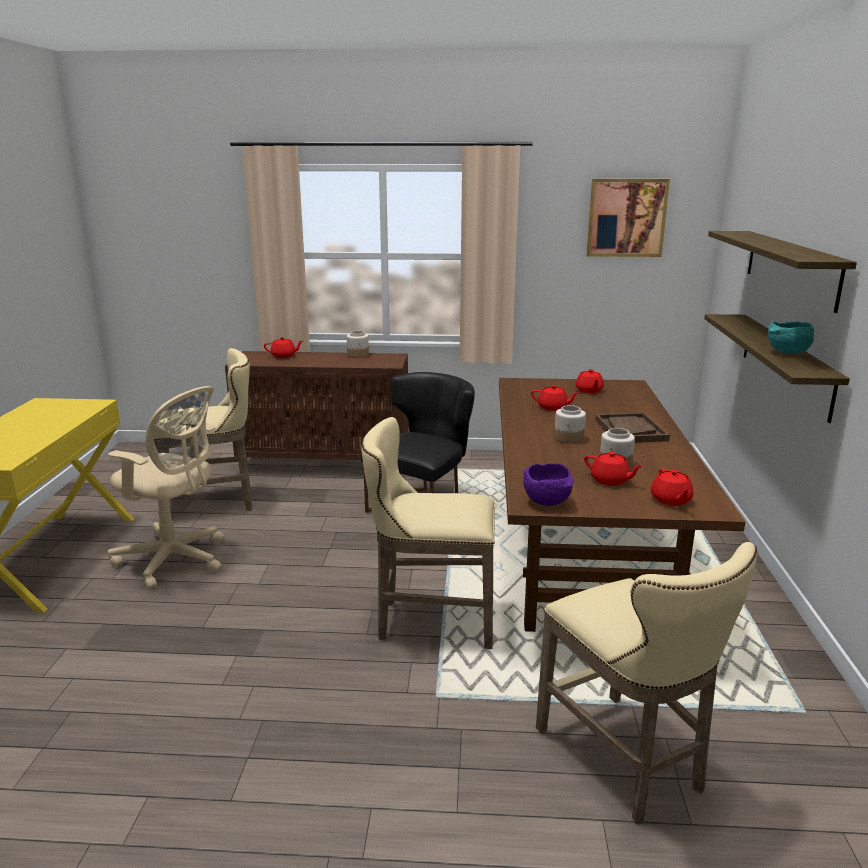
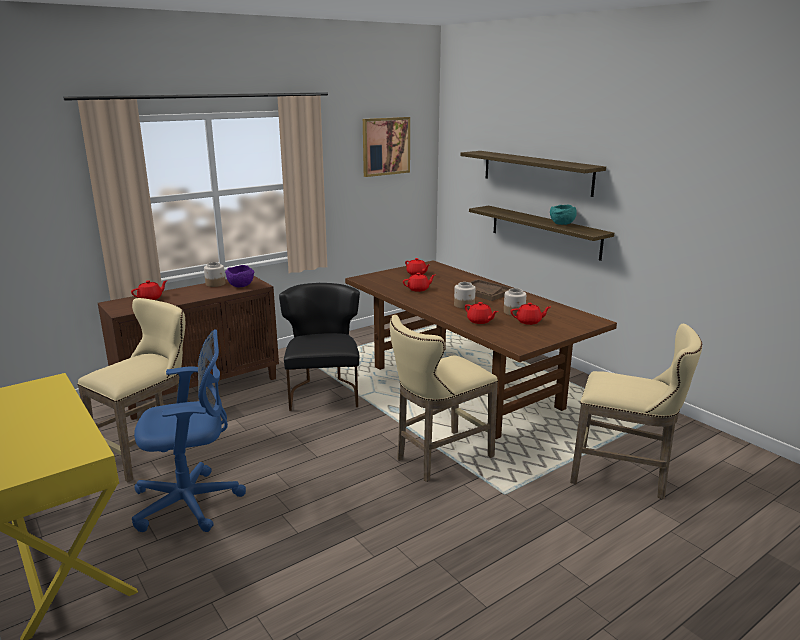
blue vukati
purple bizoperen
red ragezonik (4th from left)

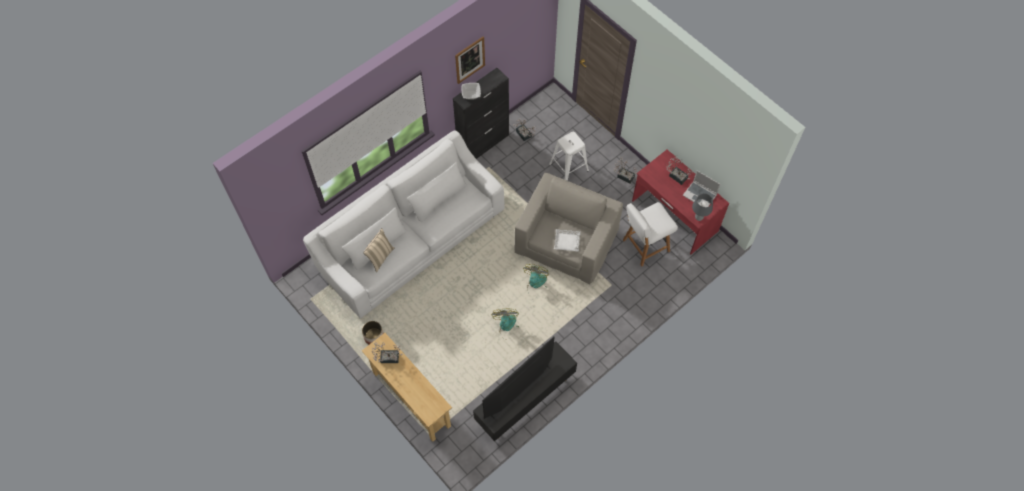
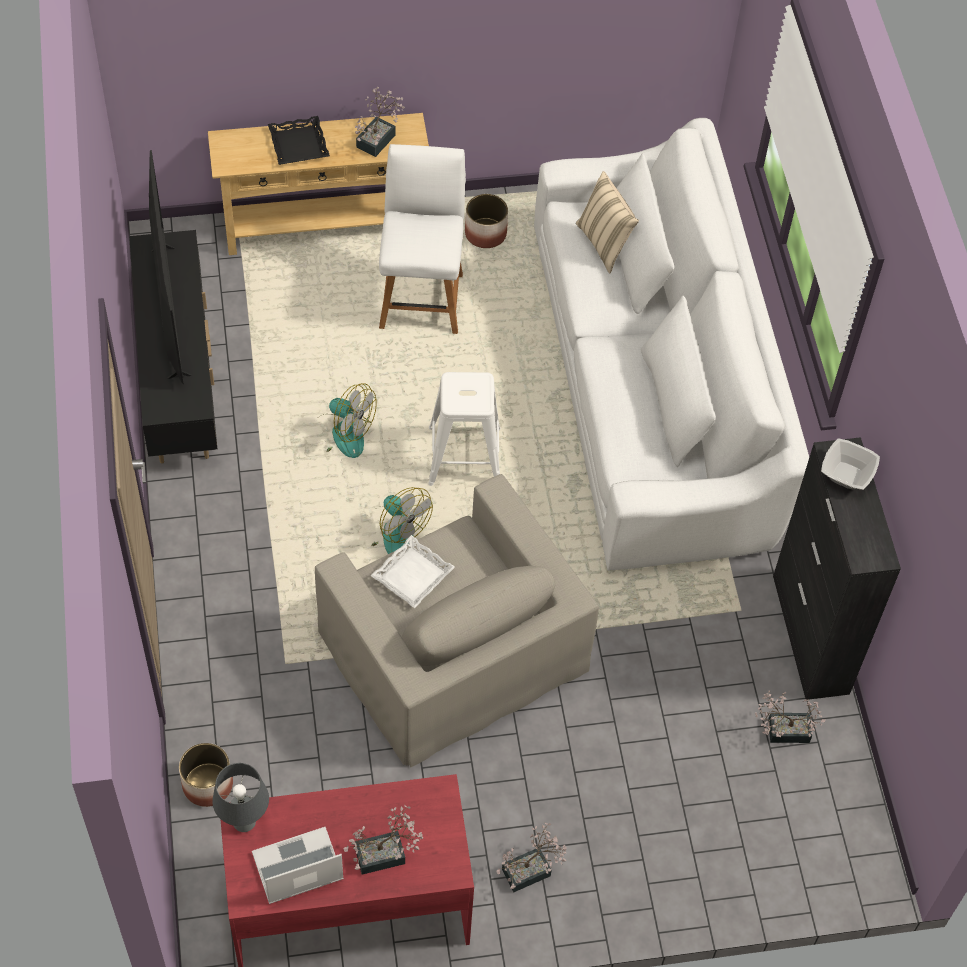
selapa
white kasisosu
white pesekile
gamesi (1st from left)
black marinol

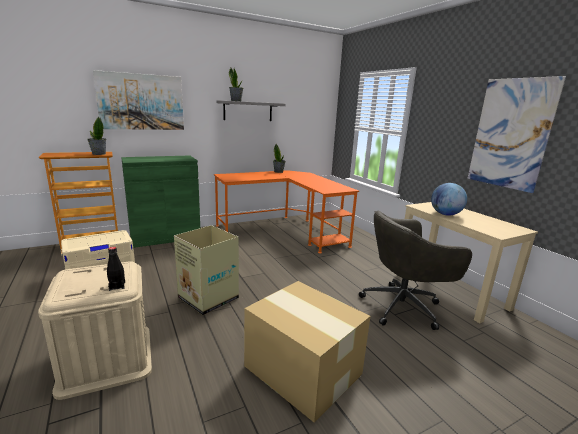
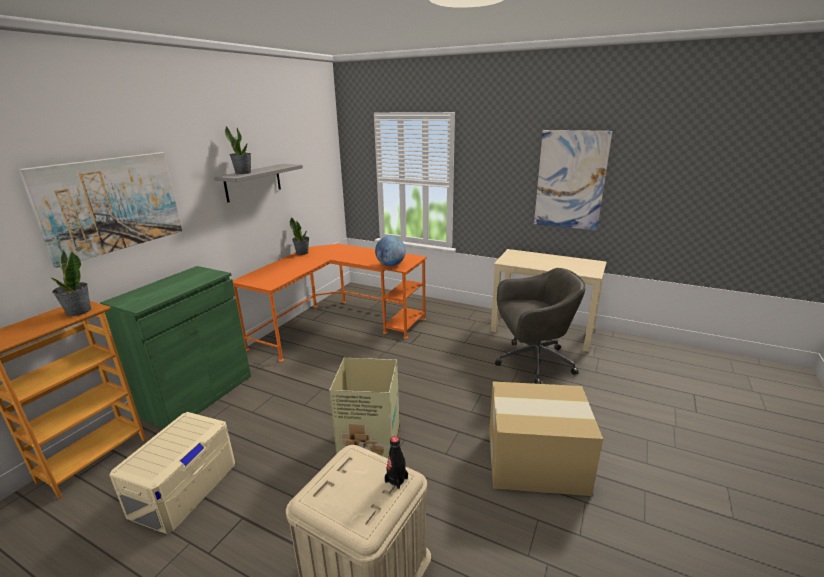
grey vukati
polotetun

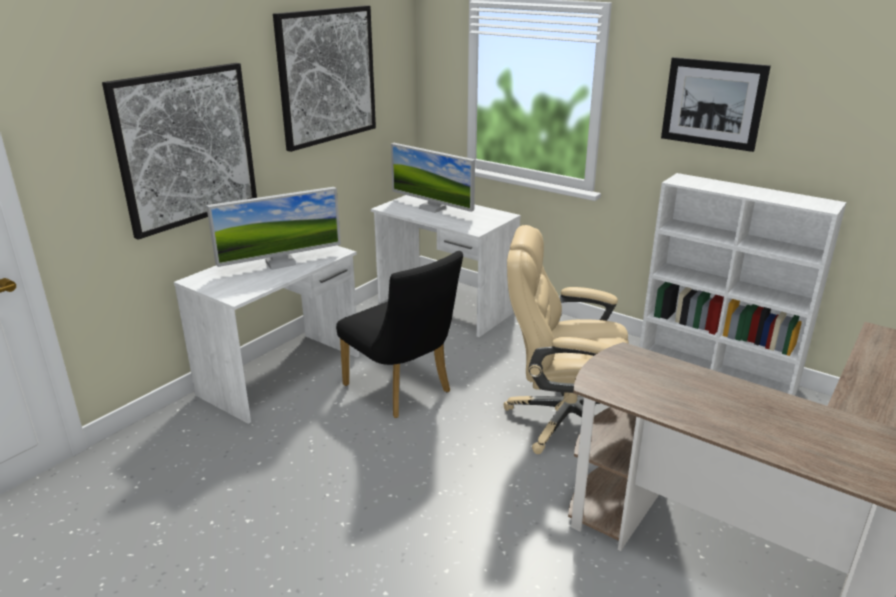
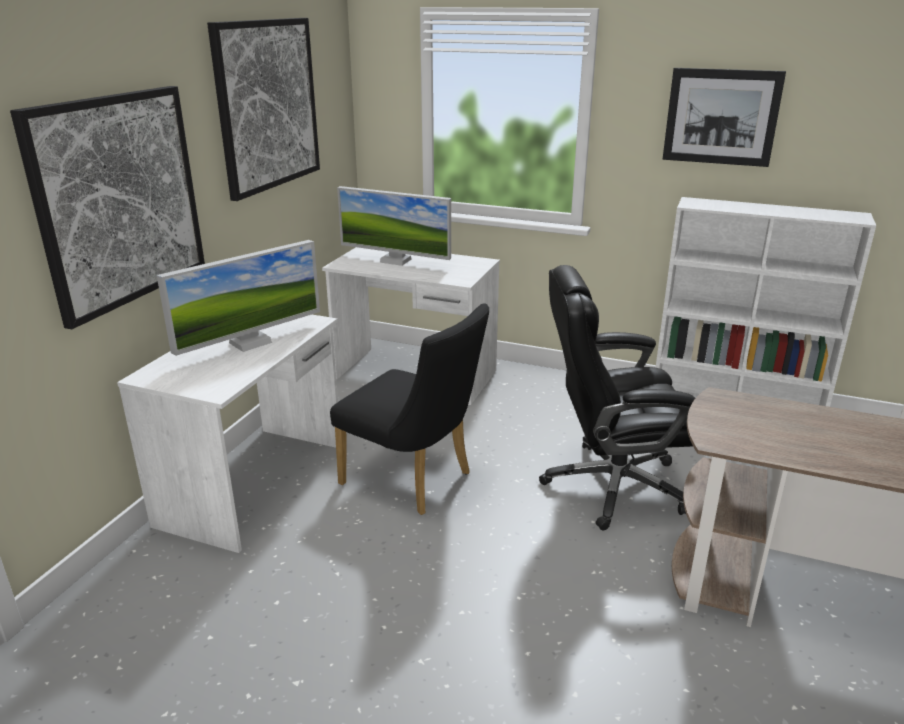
black vukati

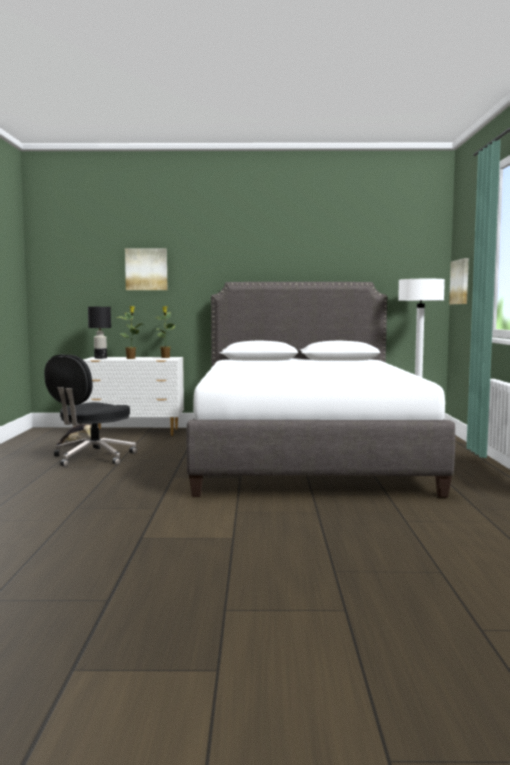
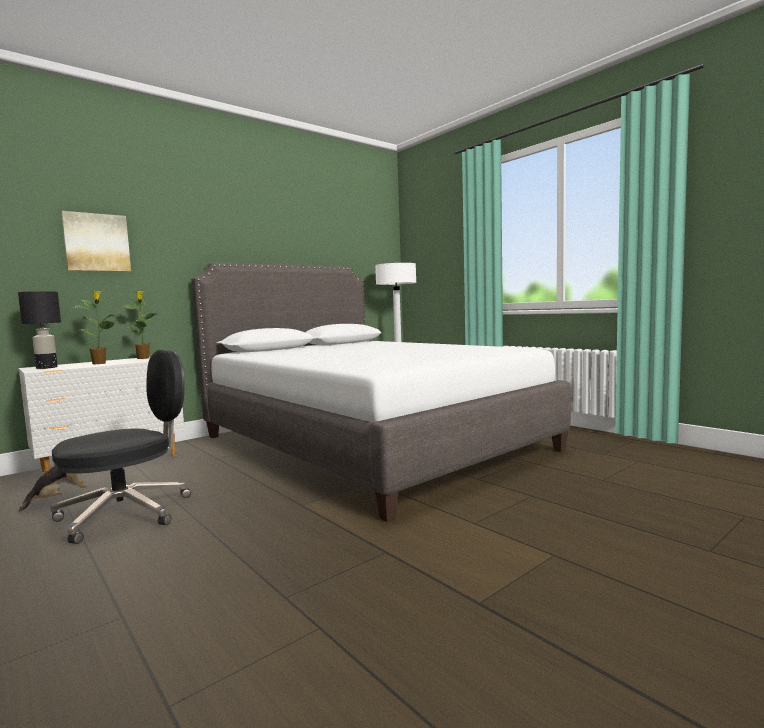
black vukati
selapa (2nd from left in the first image)

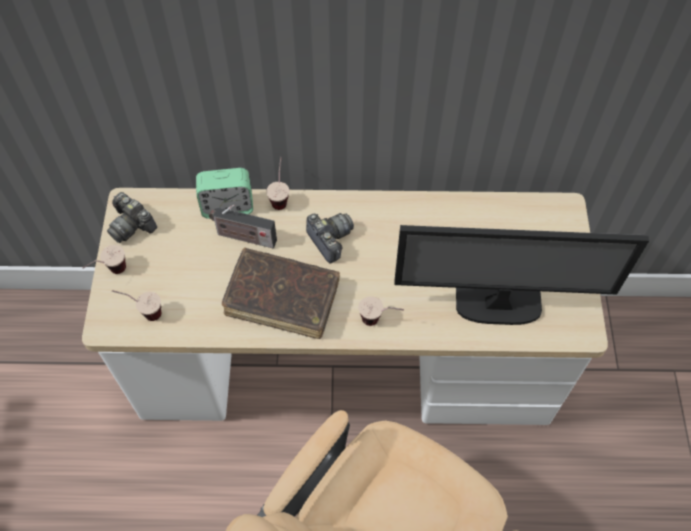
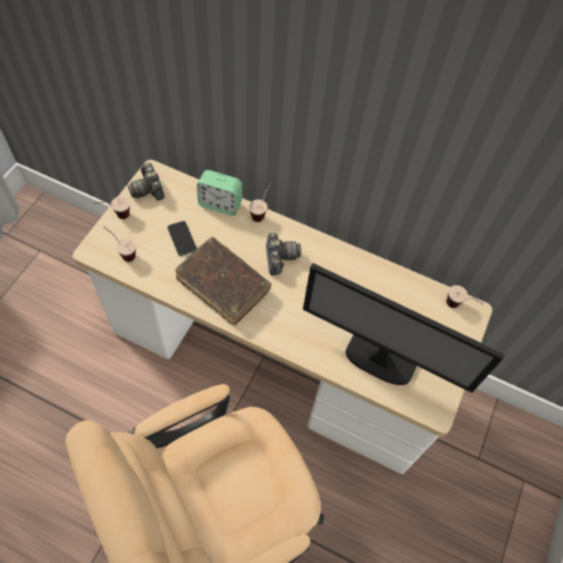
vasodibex
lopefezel (4th from left)
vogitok

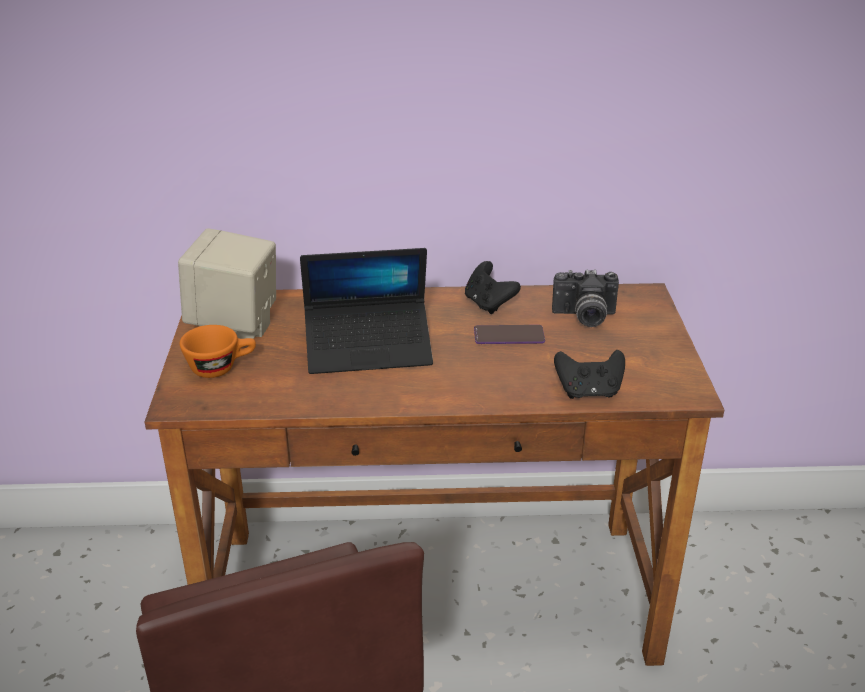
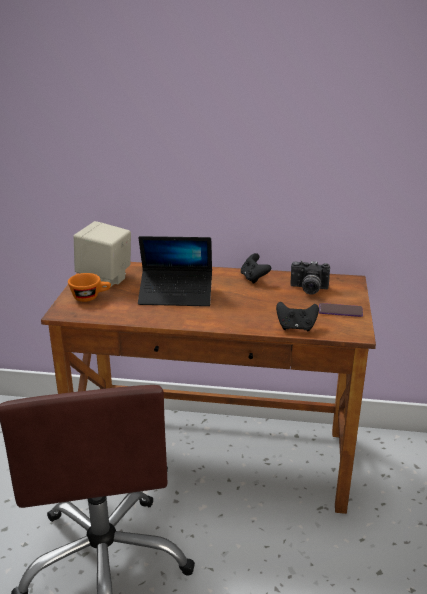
vogitok

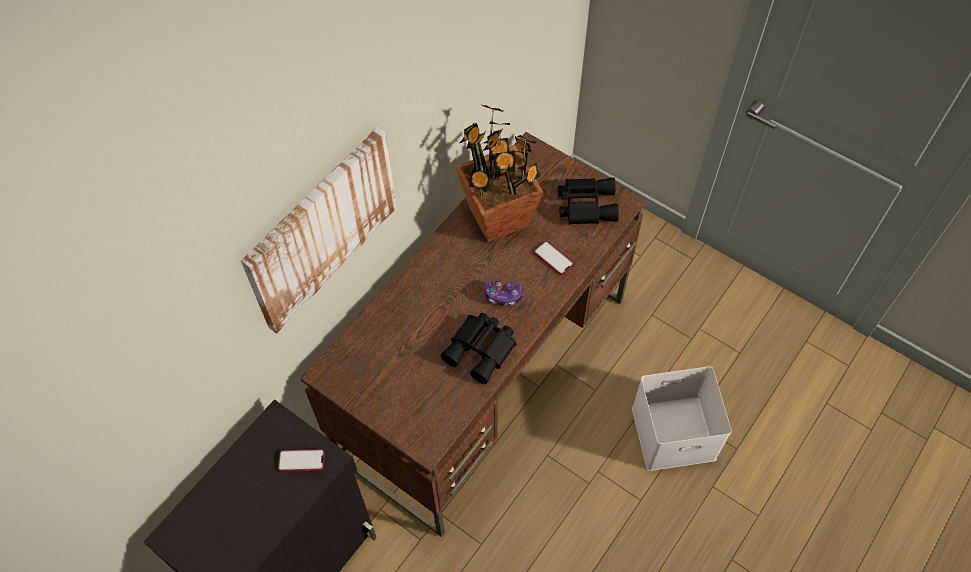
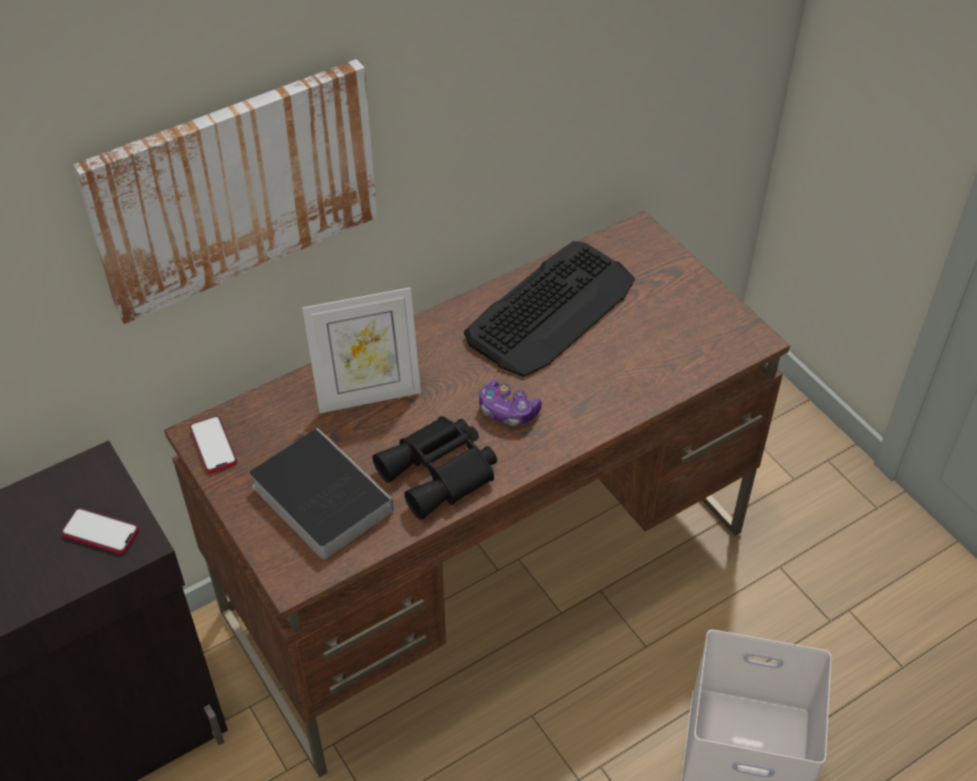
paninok
vogitok (2nd from left)
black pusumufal (2nd from left in the first image)
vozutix
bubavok

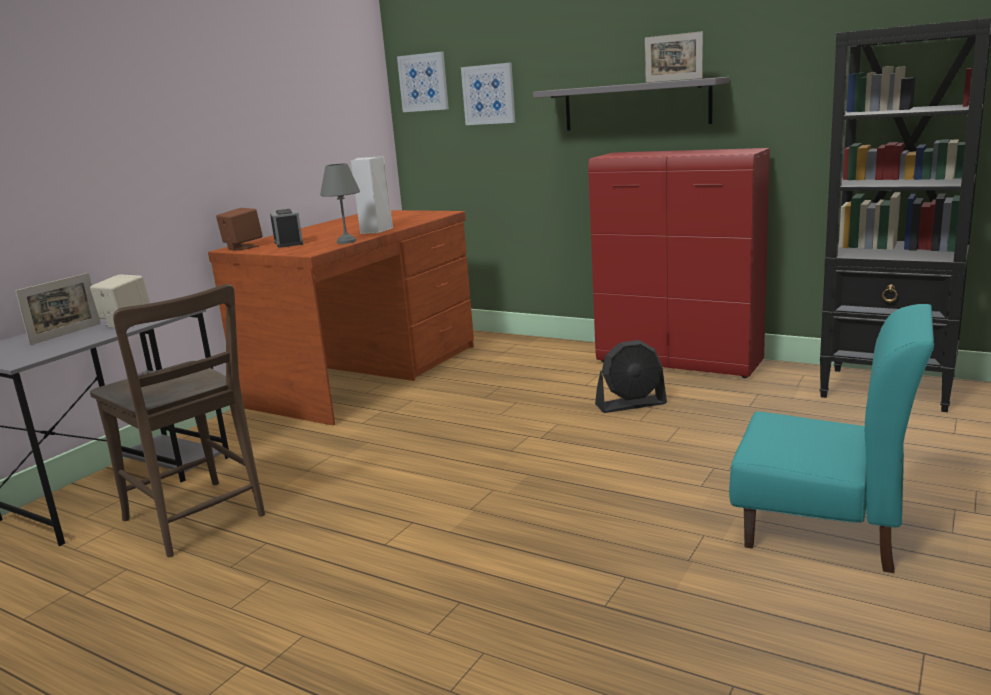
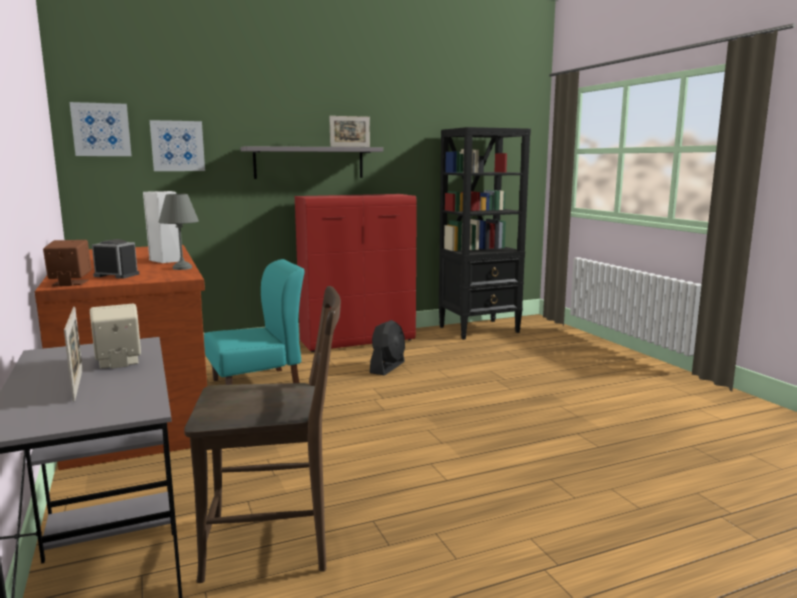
turquoise pesekile

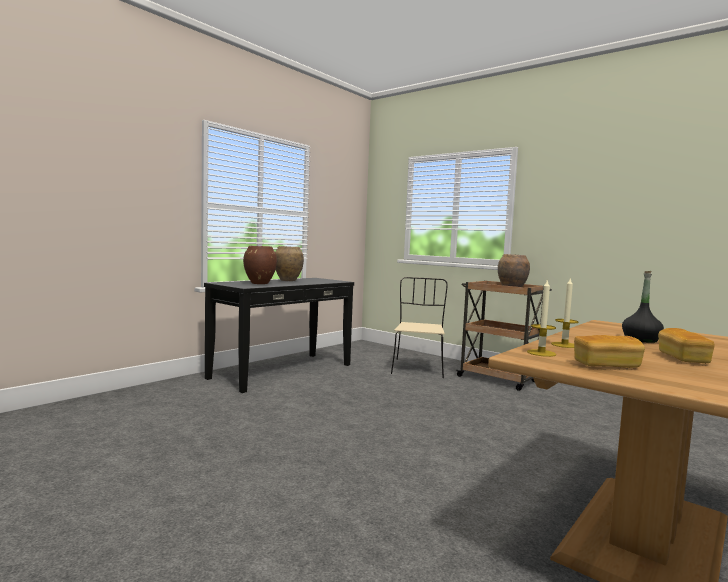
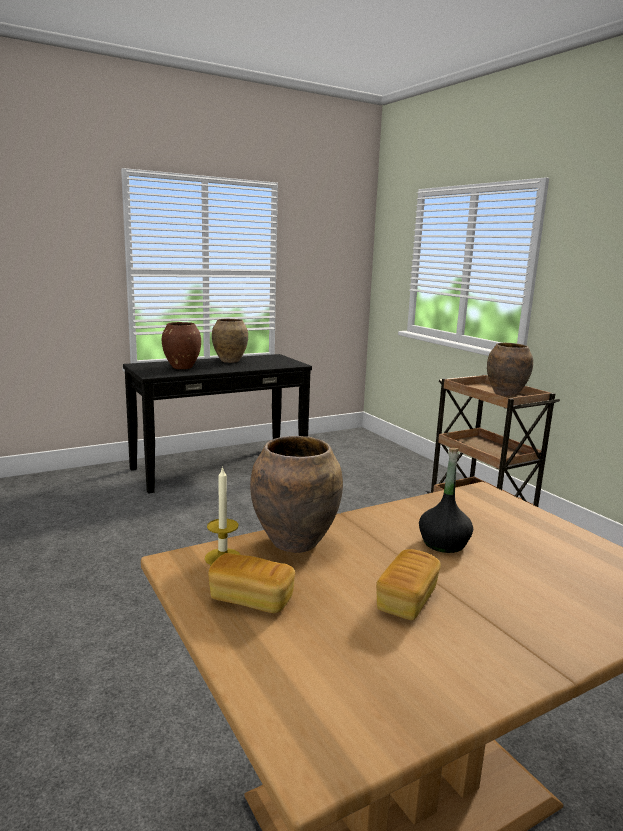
beige pesekile
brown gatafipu (3rd from left)

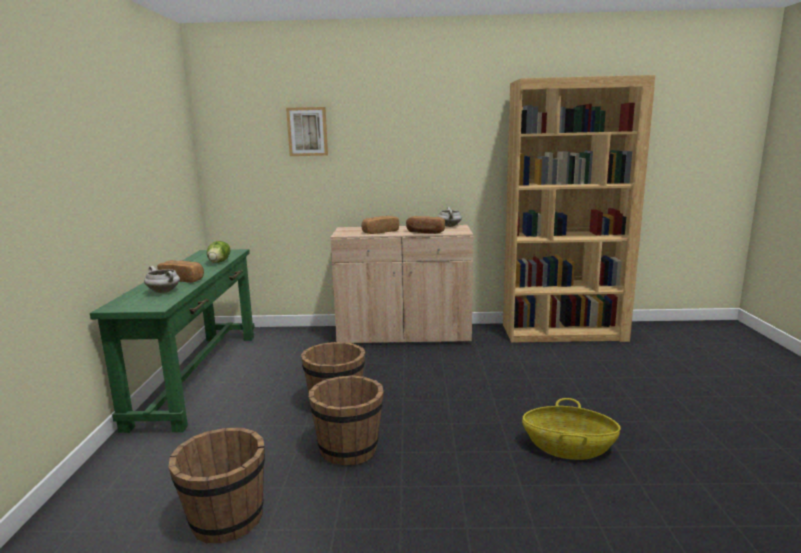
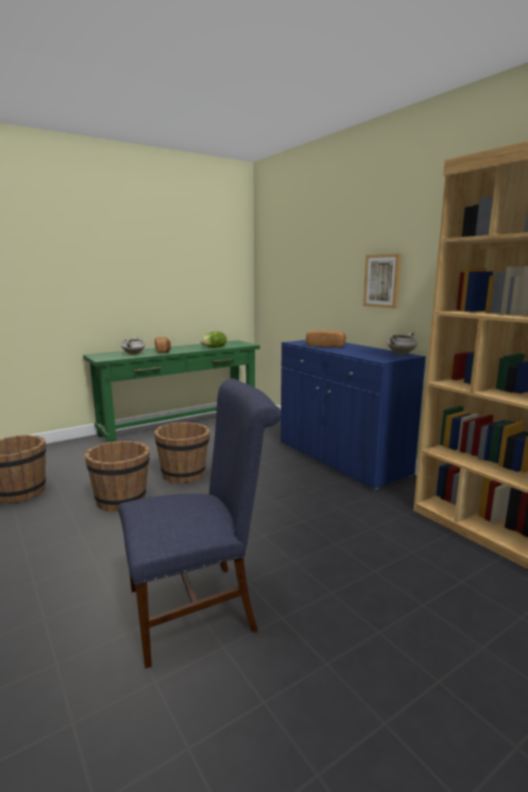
selapa
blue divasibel
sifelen (3rd from left in the first image)
blue pesekile

